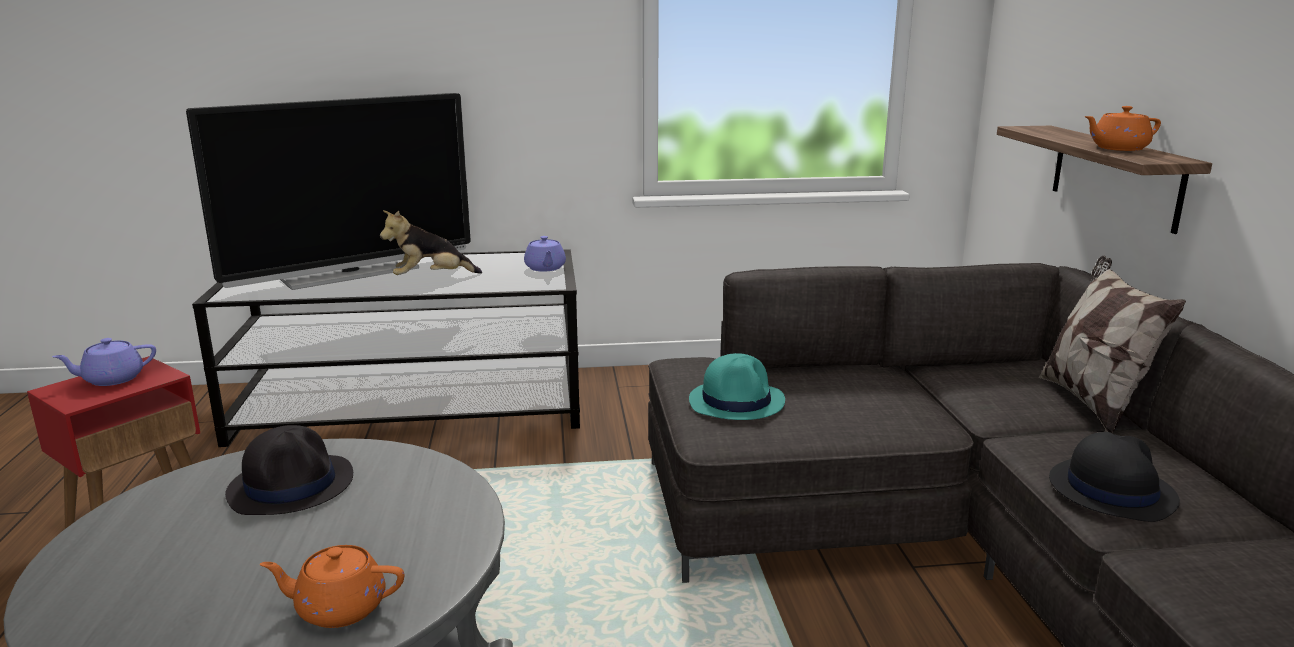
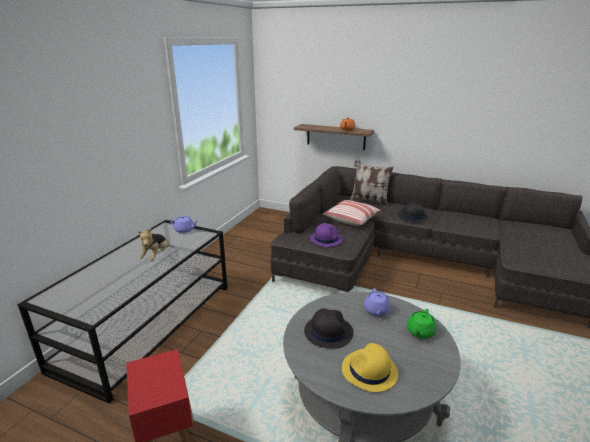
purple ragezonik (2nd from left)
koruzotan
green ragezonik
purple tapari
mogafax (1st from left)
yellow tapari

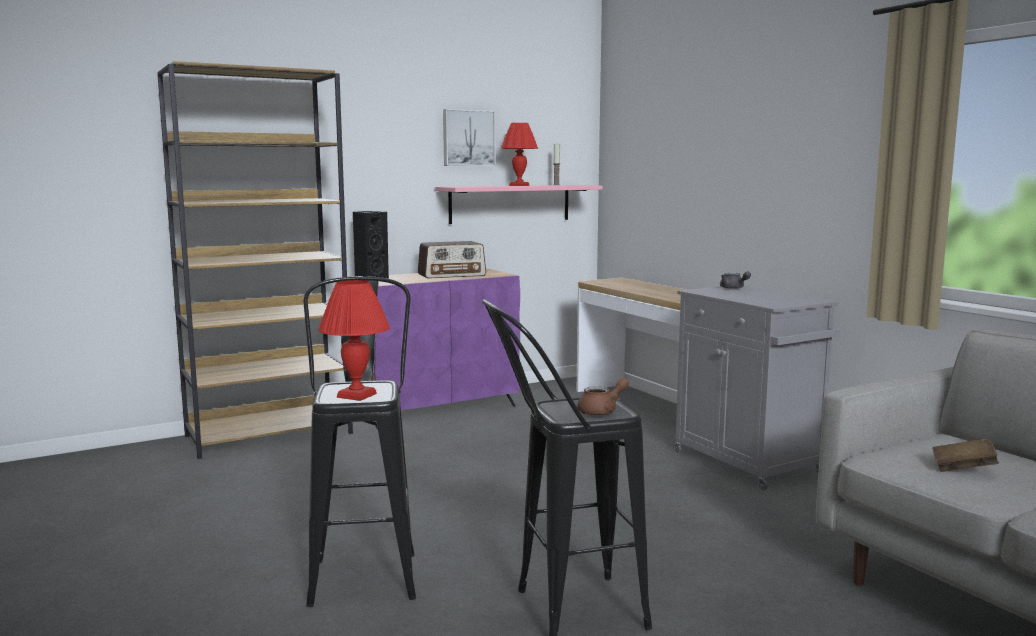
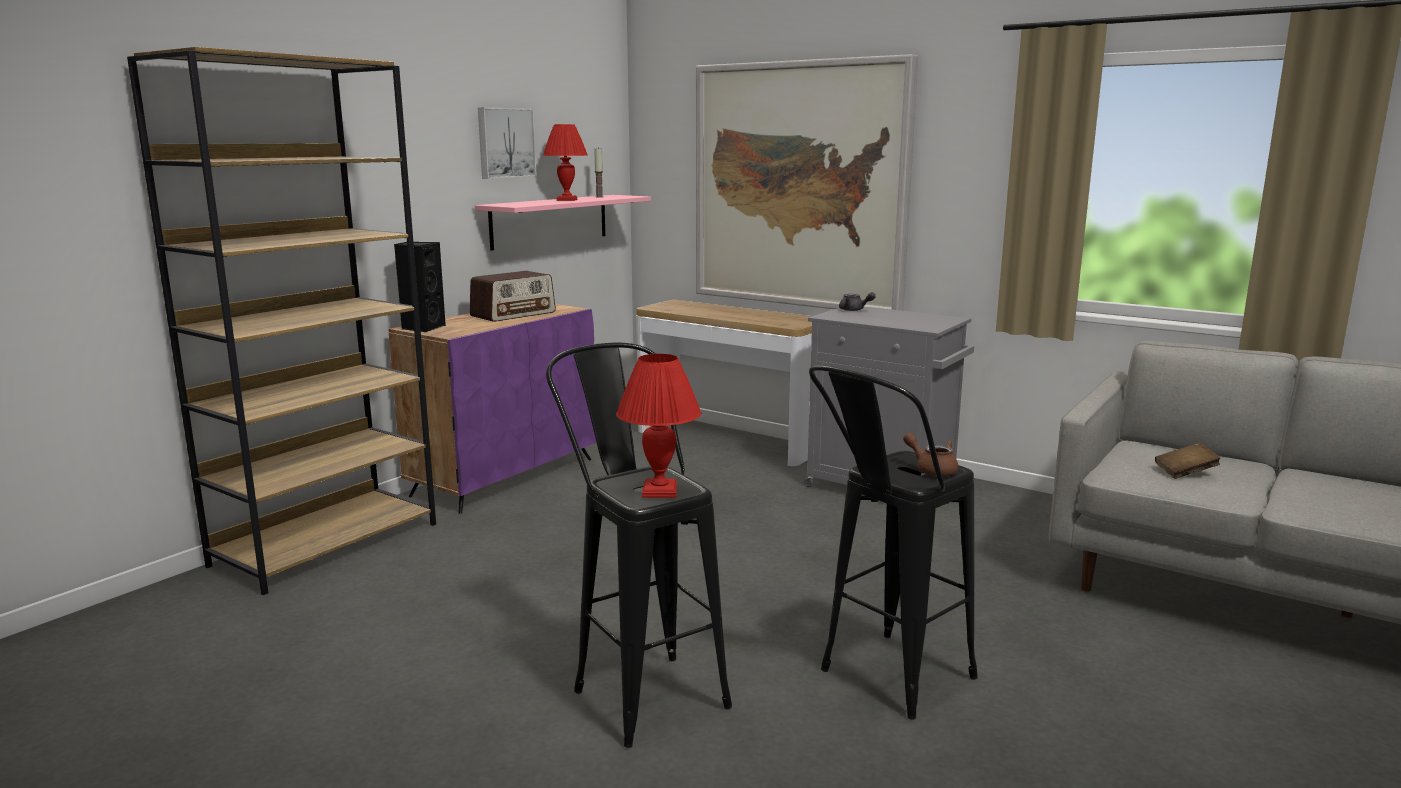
brown ragezonik
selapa (2nd from left)

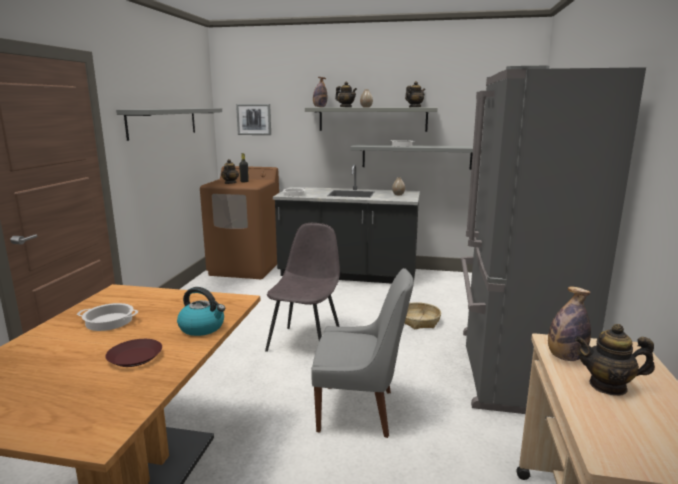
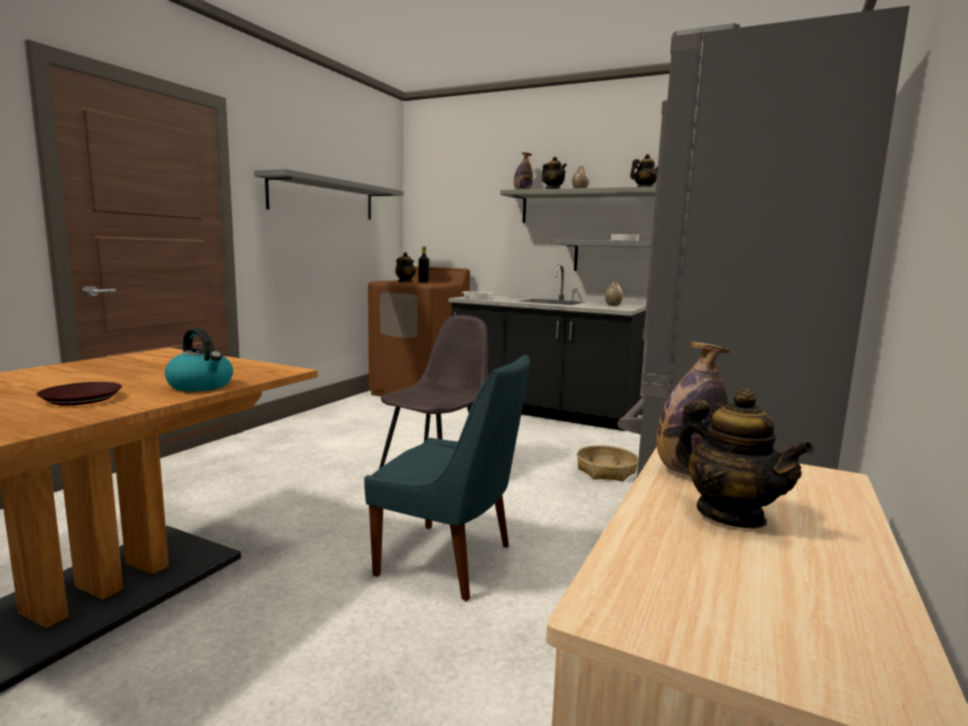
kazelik (1st from left in the first image)
selapa
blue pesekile
ragezonik (4th from left)

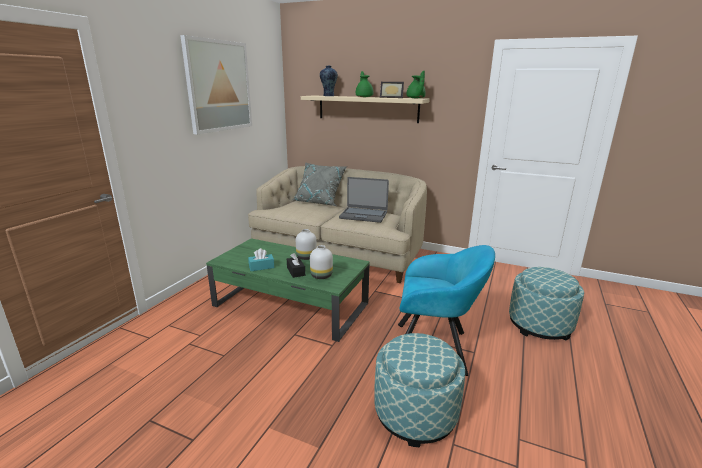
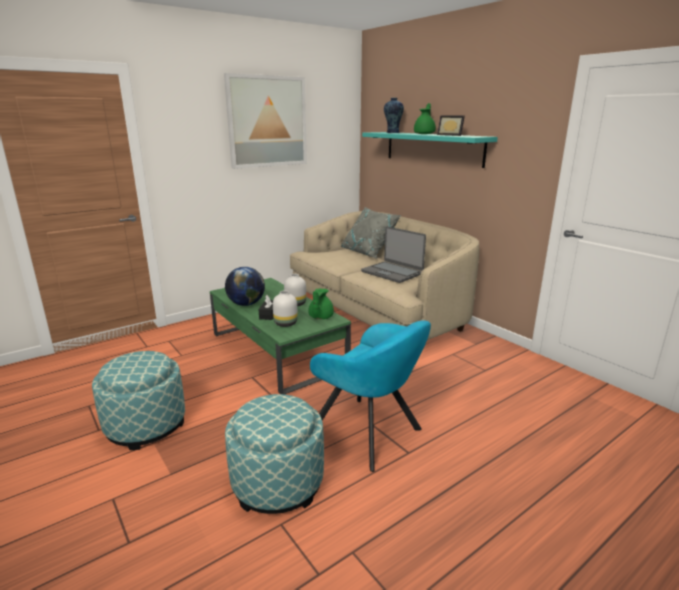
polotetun
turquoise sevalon
green ragezonik (1st from left)
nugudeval (1st from left)

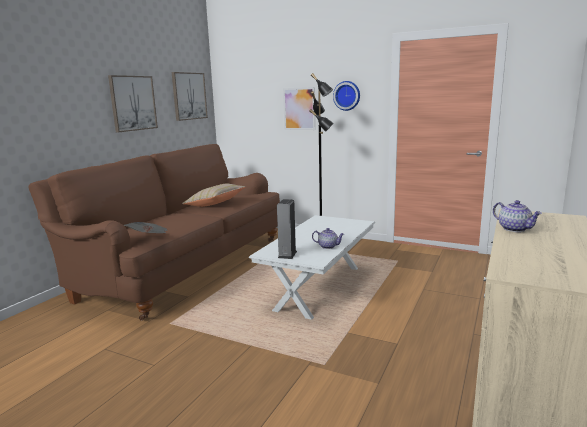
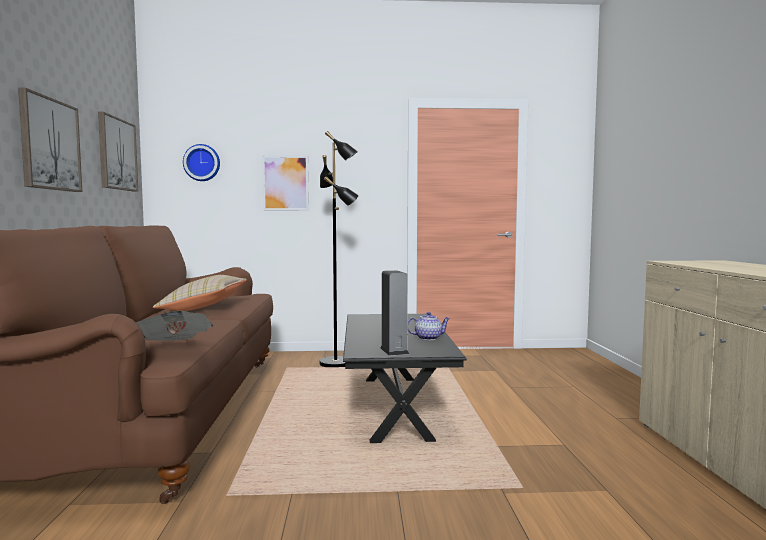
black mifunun
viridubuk
ragezonik (2nd from left in the first image)

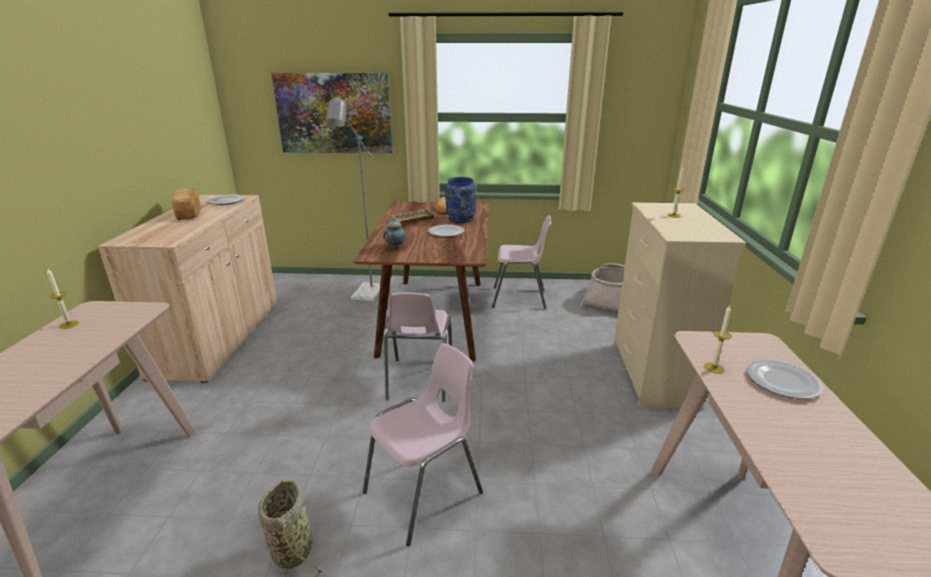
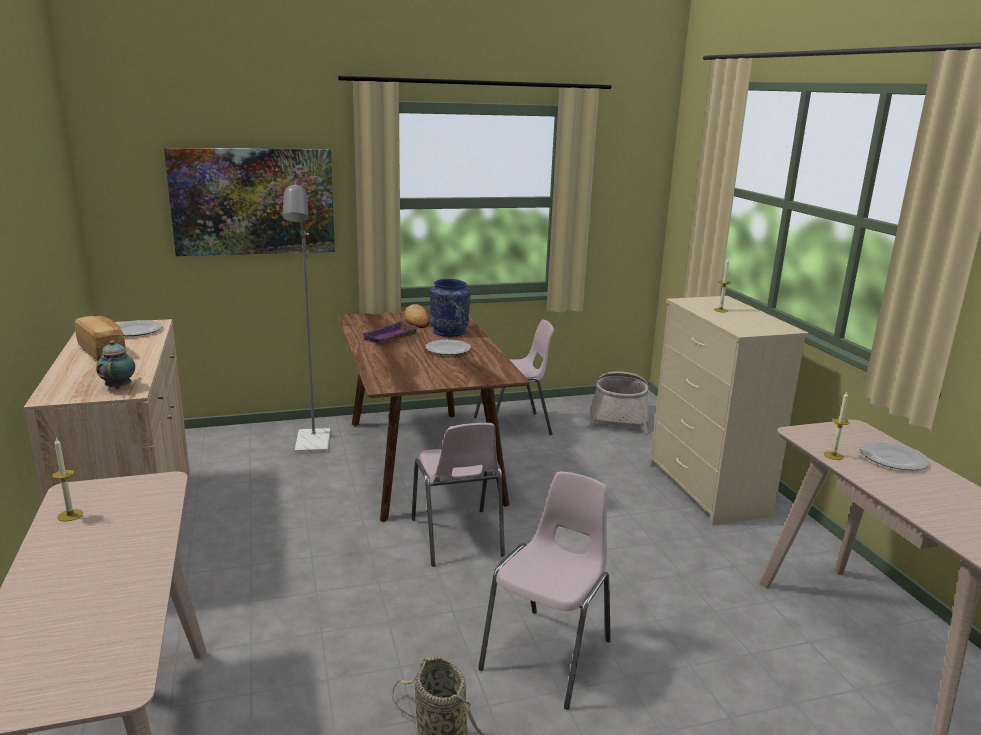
ragezonik
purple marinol

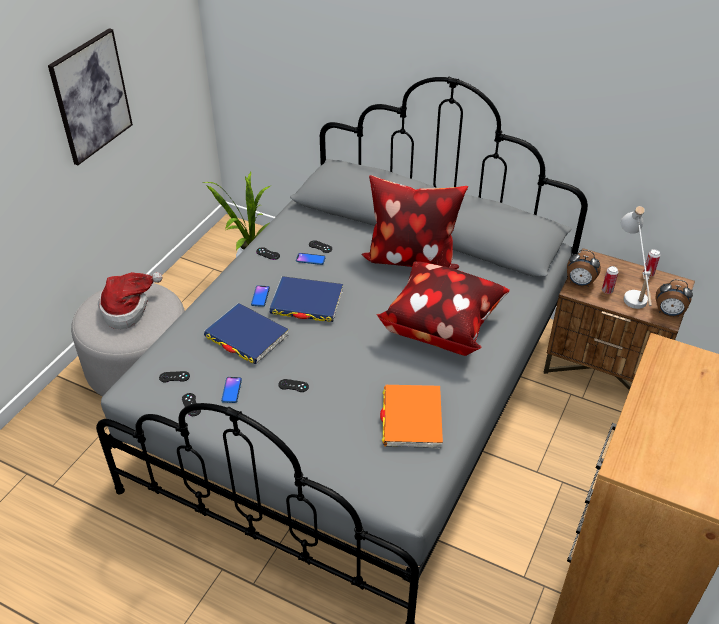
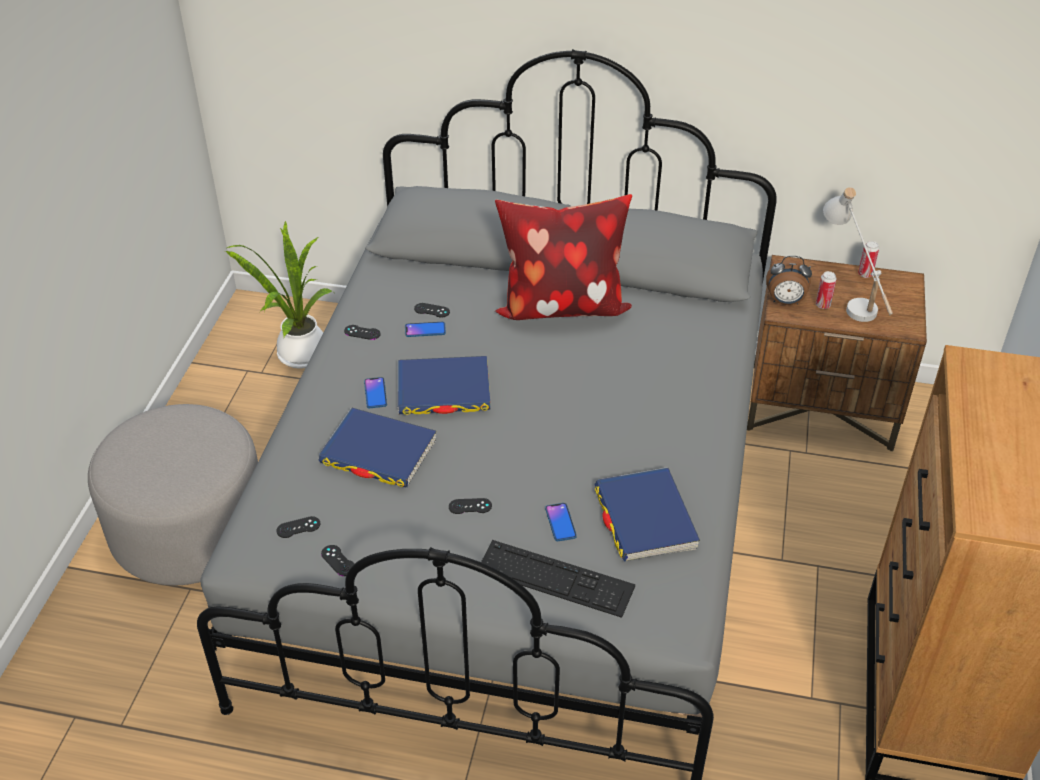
selapa
tapari
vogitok (3rd from left)
mogafax (2nd from left in the first image)
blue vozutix (3rd from left)
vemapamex (2nd from left in the first image)
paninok

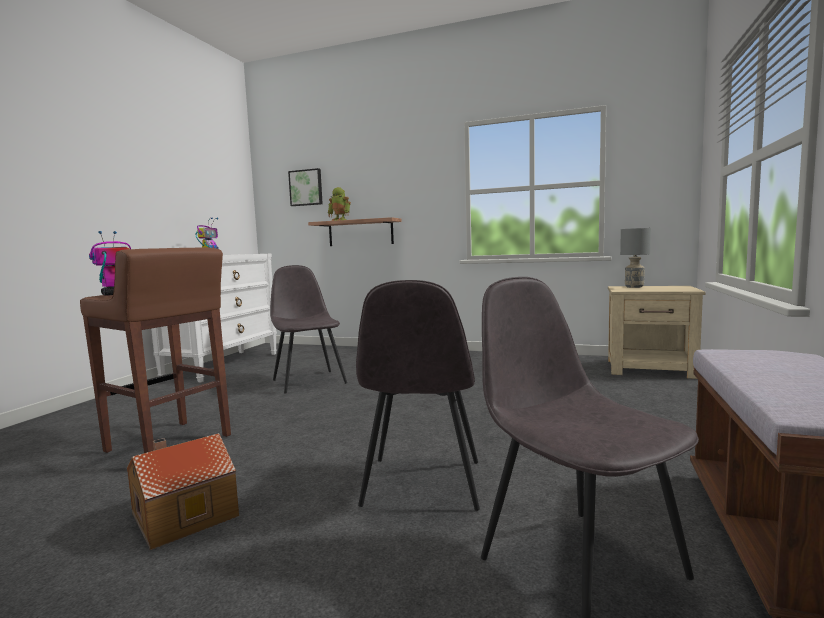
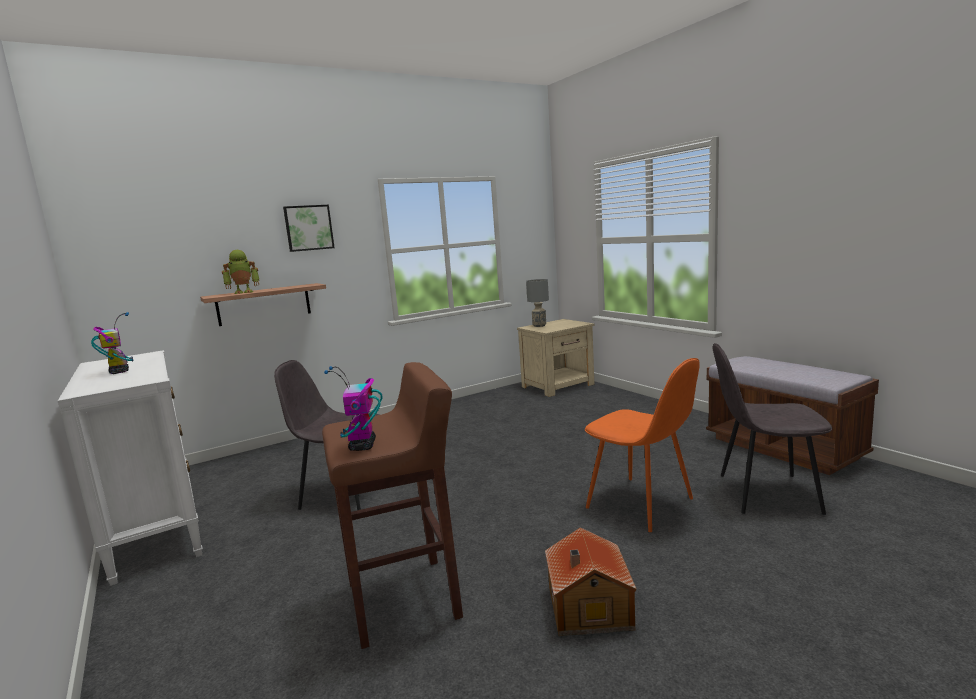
selapa
orange pesekile

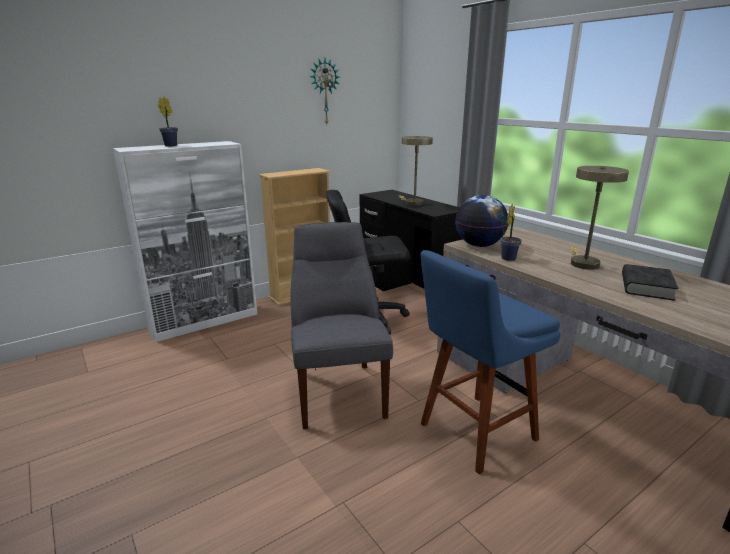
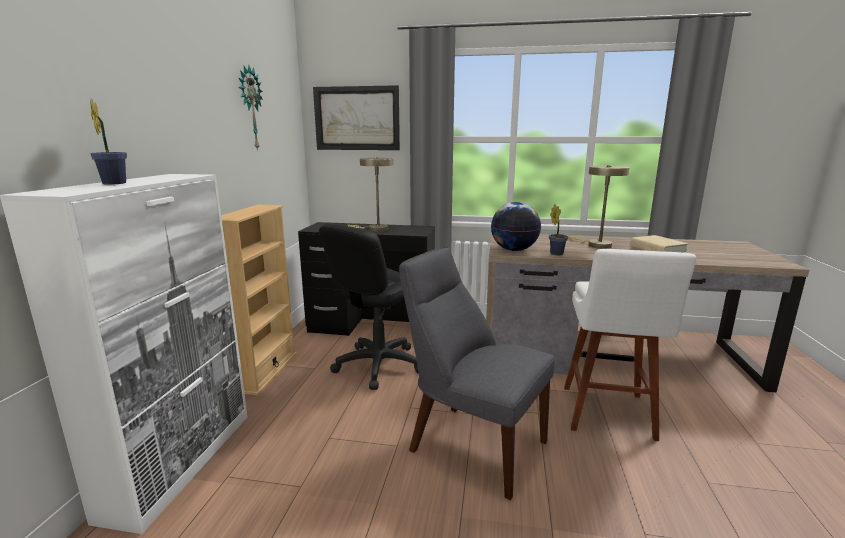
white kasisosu
beige vozutix
selapa

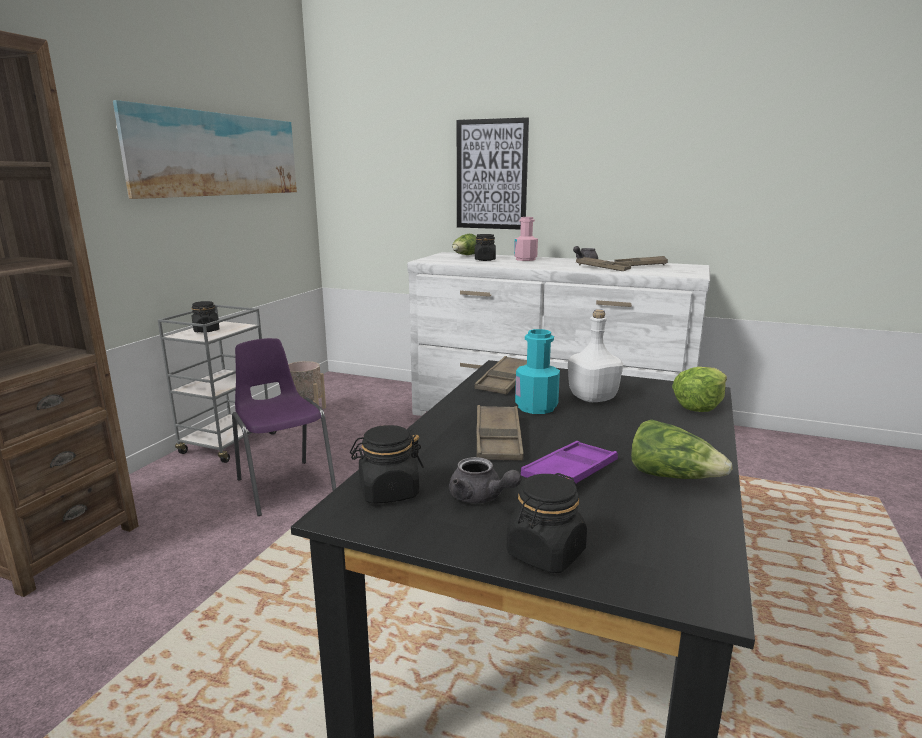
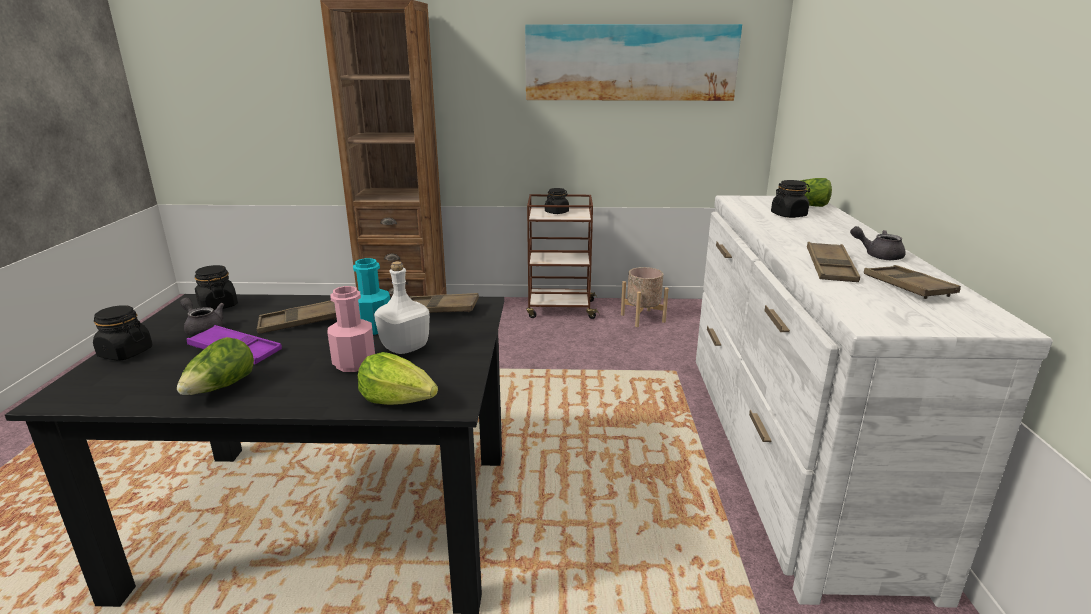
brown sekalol
purple pesekile
grey ragezonik (1st from left)
selapa (2nd from left in the first image)
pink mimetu

